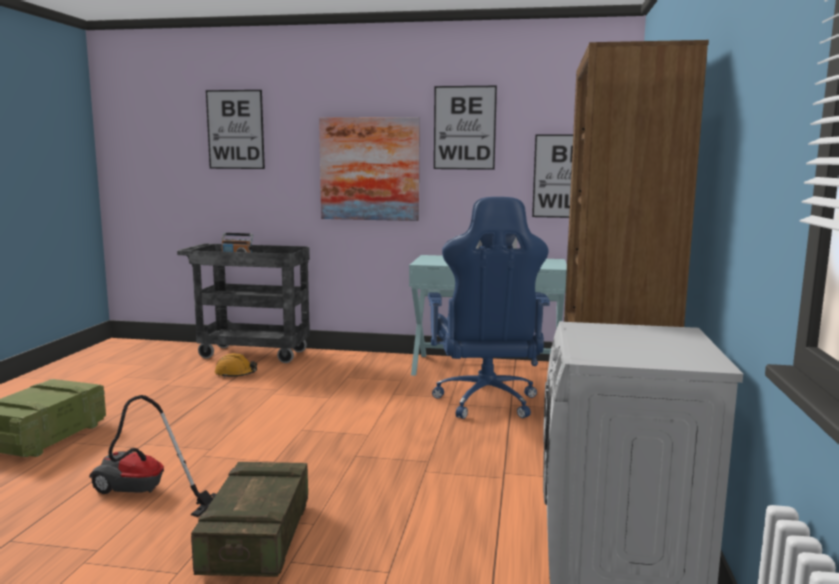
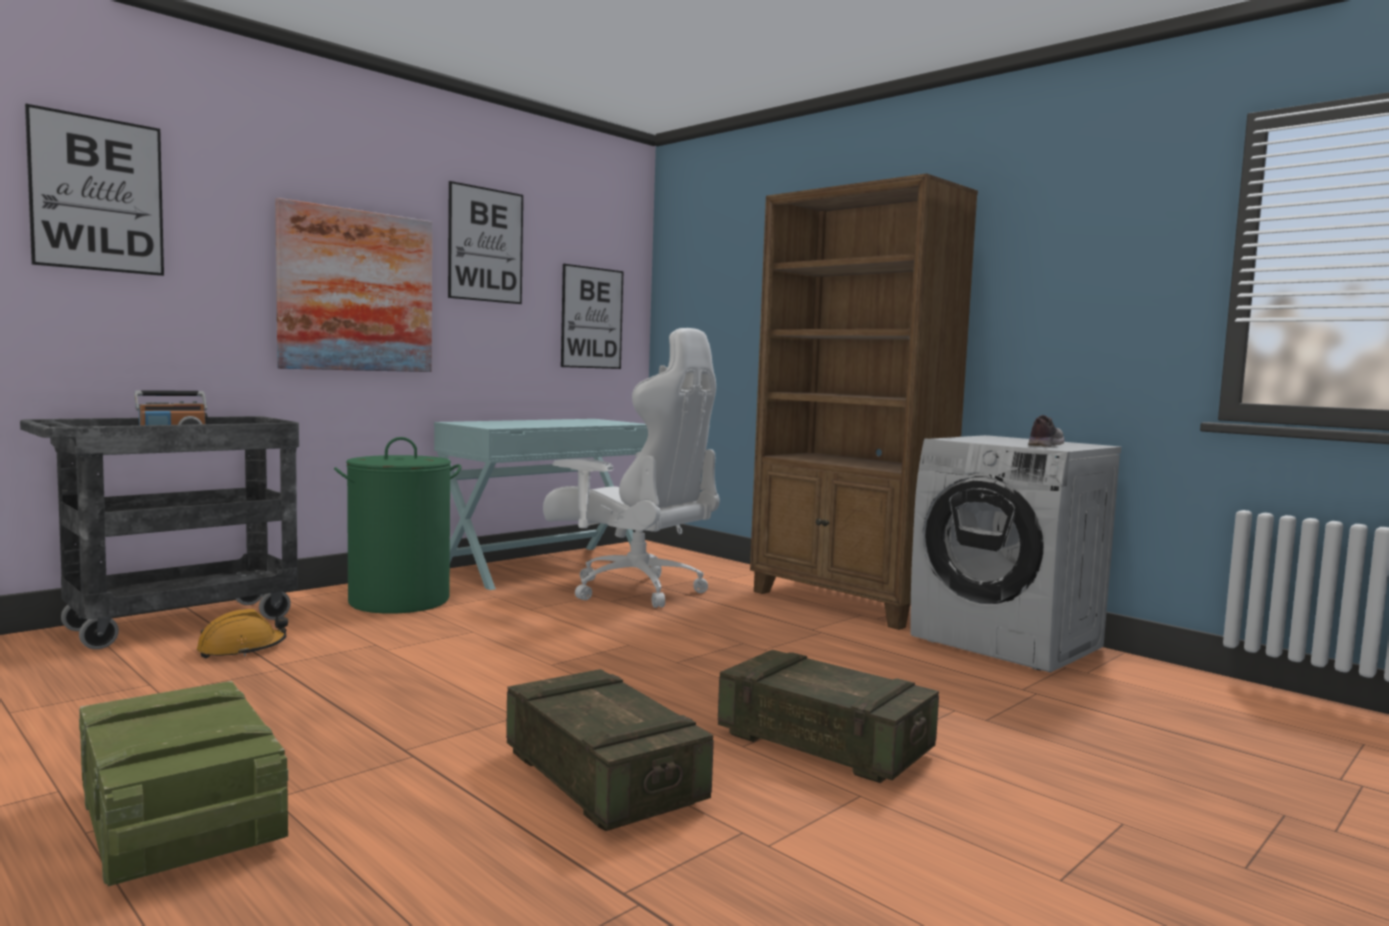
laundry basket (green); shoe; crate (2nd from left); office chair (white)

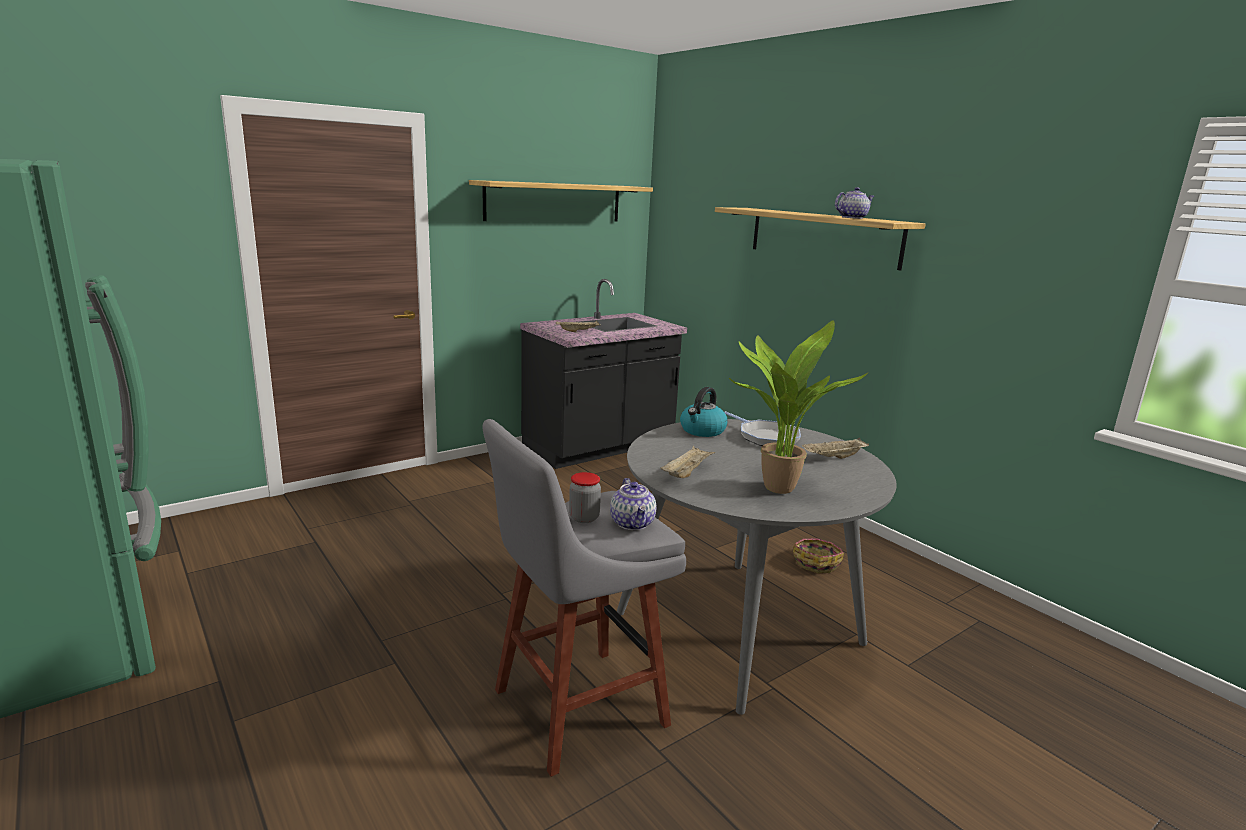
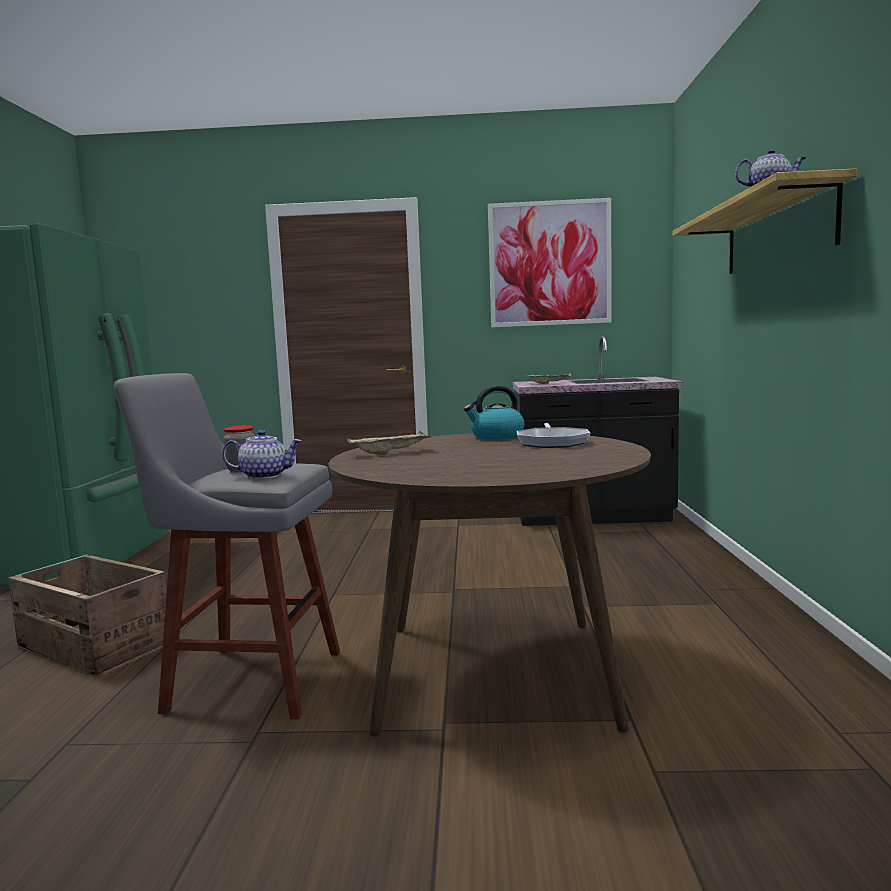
potted plant; basket; tray (beige) (3rd from left in the first image); crate; picture; dining table (brown); teapot (1st from left)

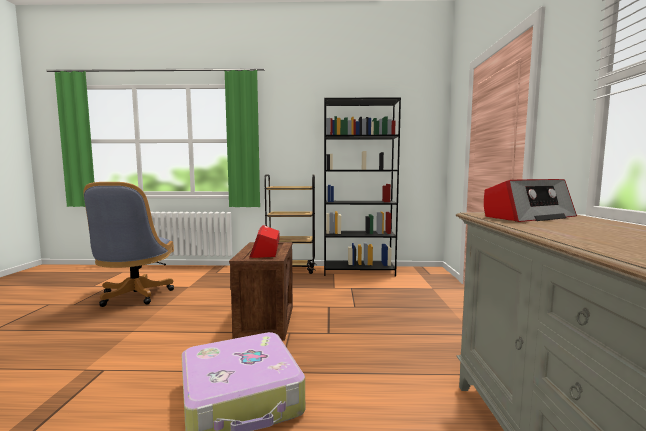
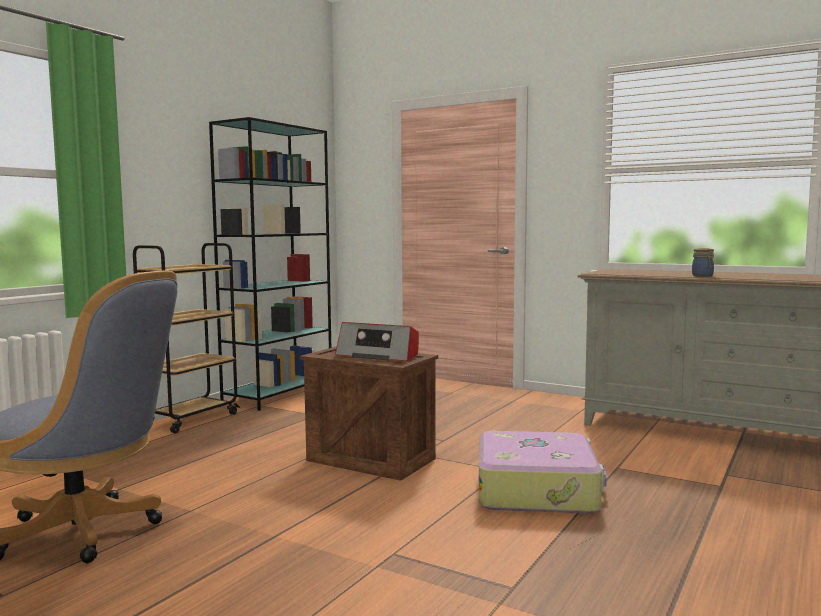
radio (2nd from left in the first image); jar; bookcase (turquoise)

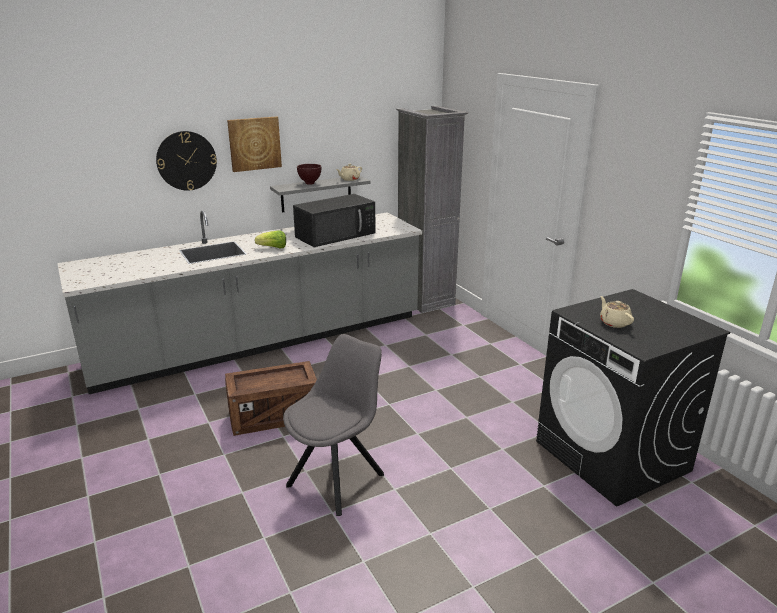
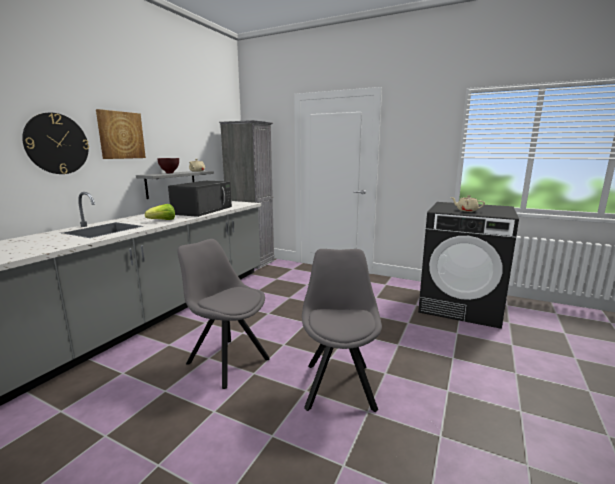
chair (grey) (1st from left)

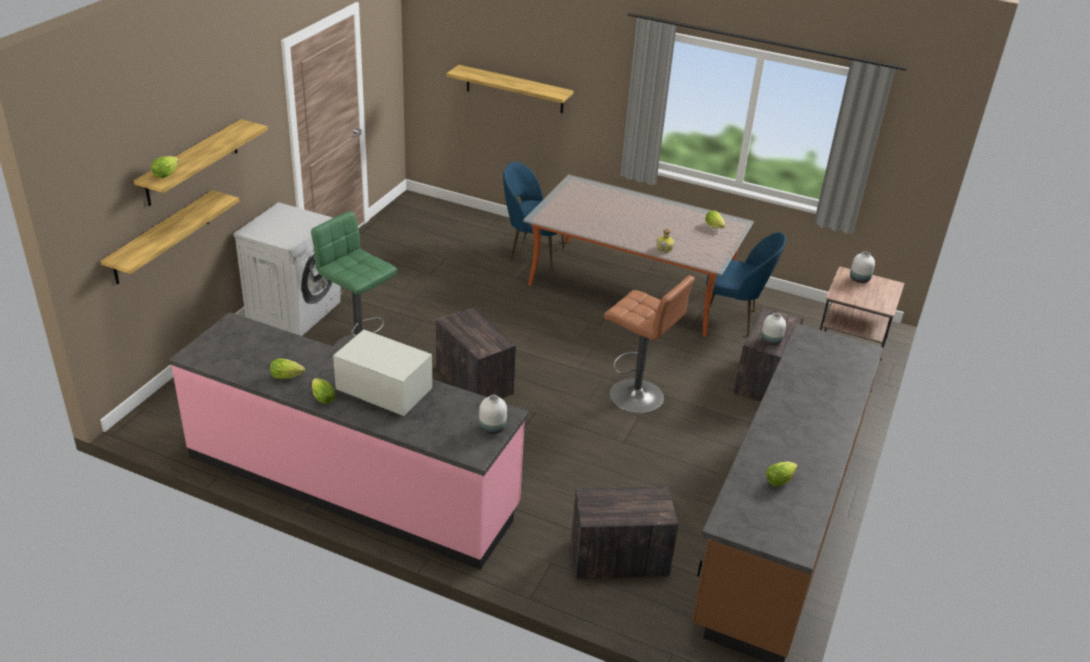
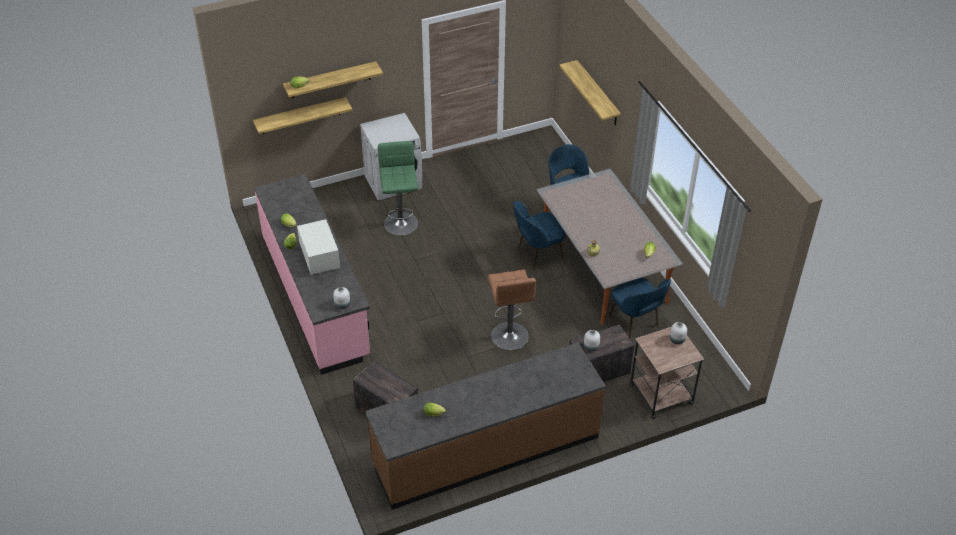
crate (1st from left in the first image); chair (blue) (1st from left)

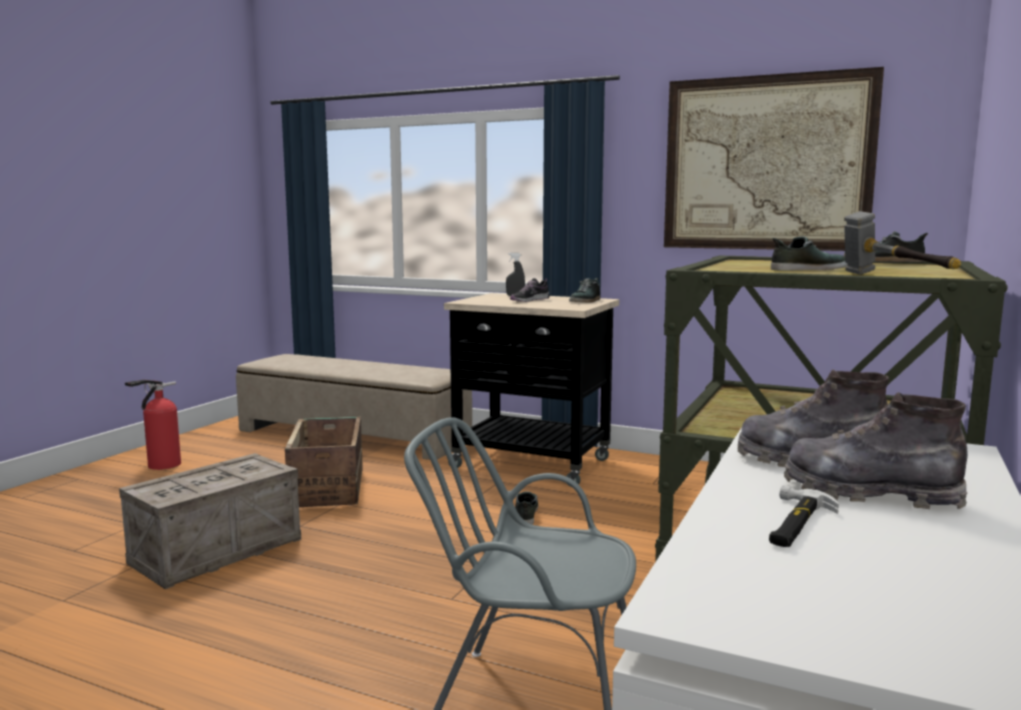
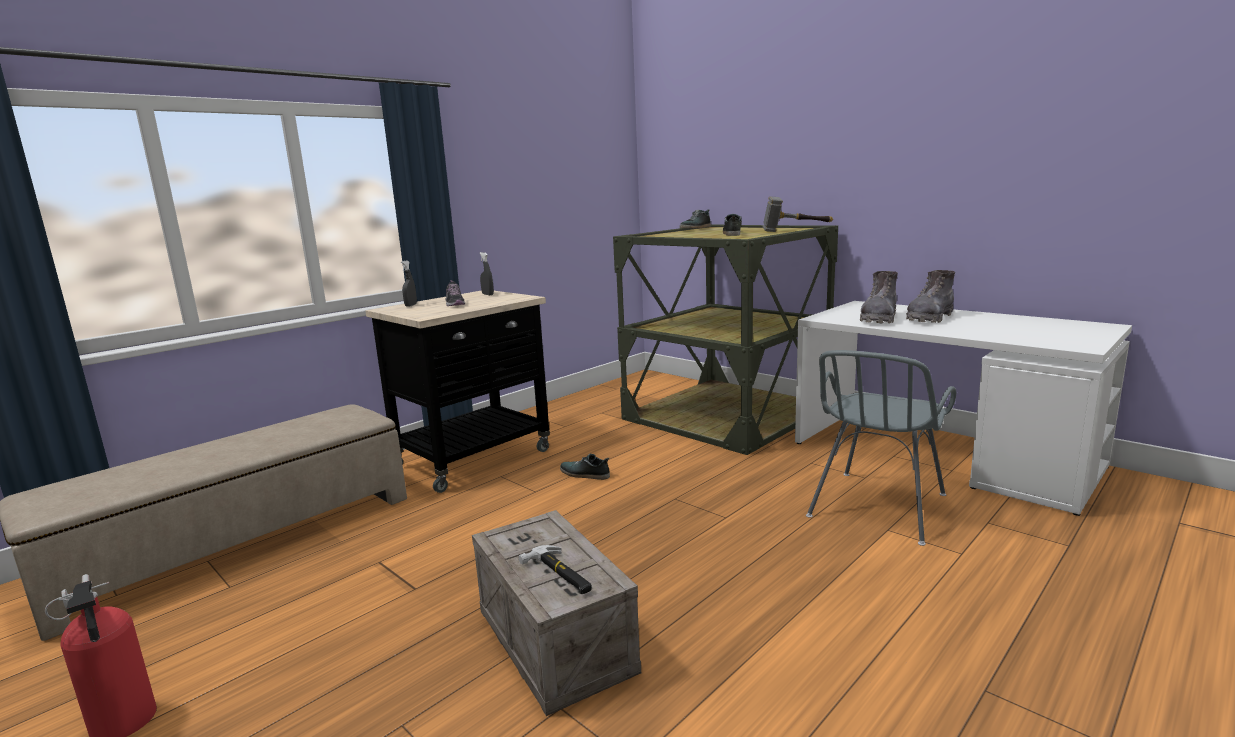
crate (2nd from left in the first image); picture; hammer (1st from left); spray bottle (grey) (2nd from left)

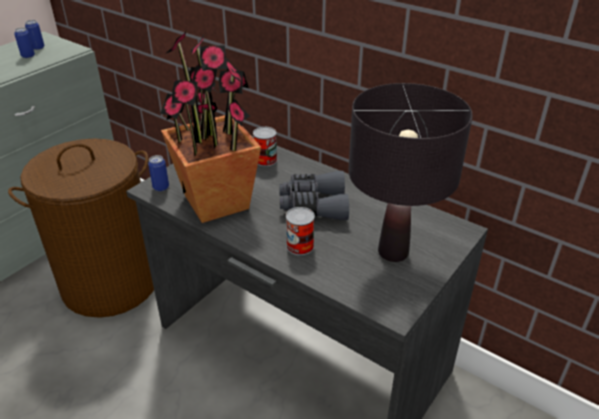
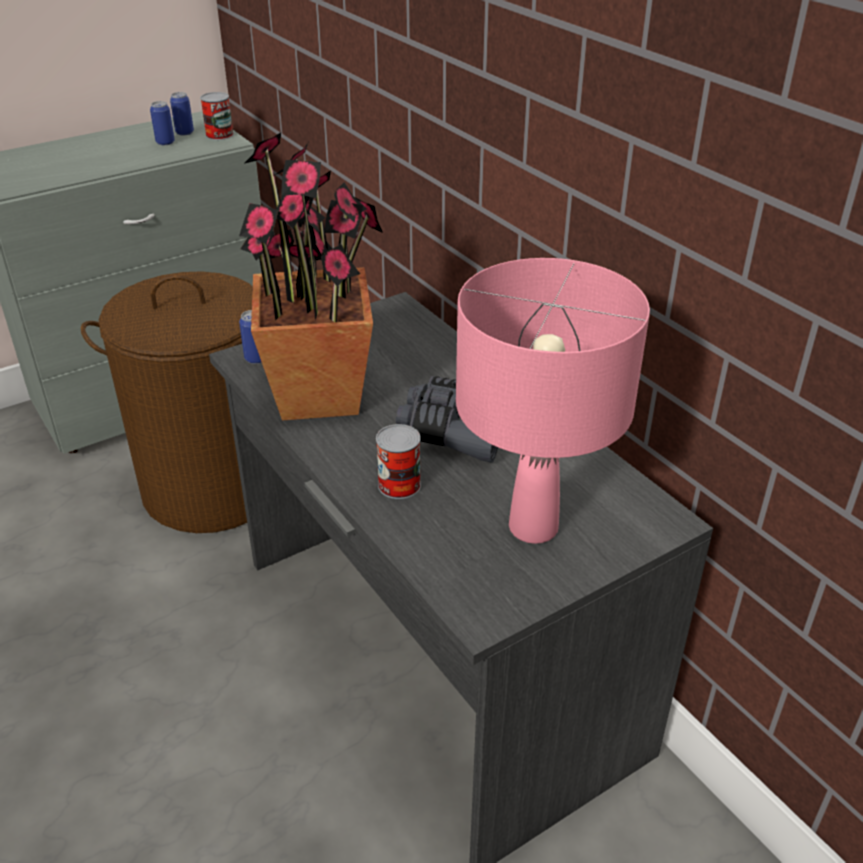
can (3rd from left); table lamp (pink)

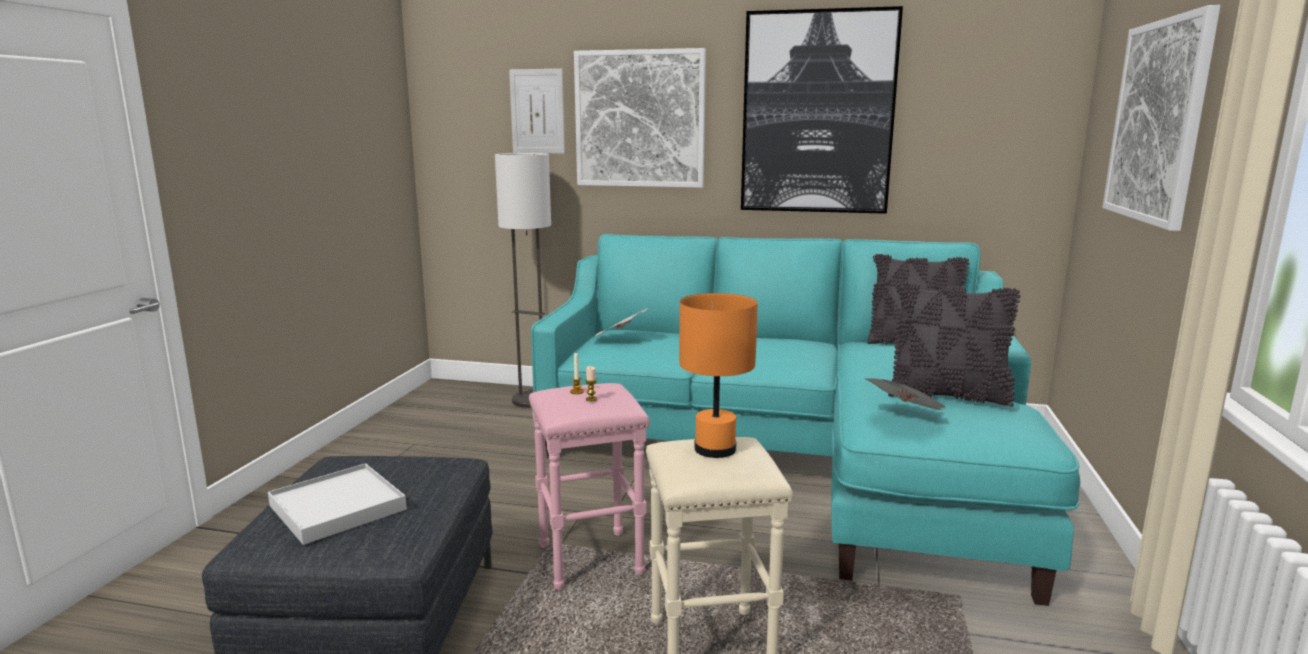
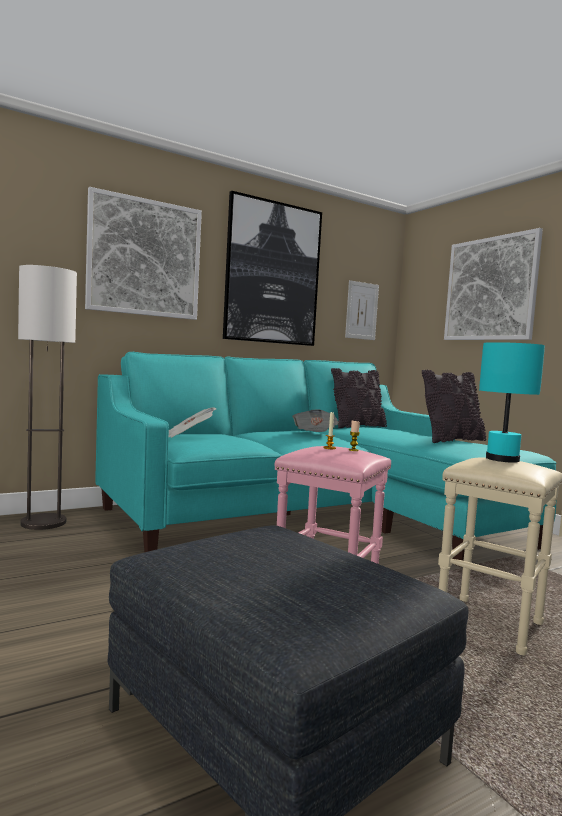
tray (white); picture (3rd from left); newspaper (2nd from left); table lamp (turquoise)

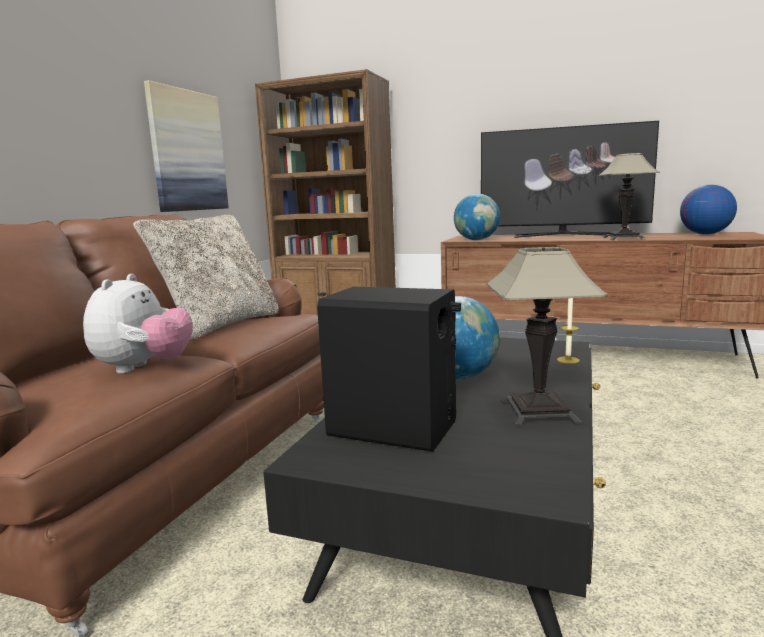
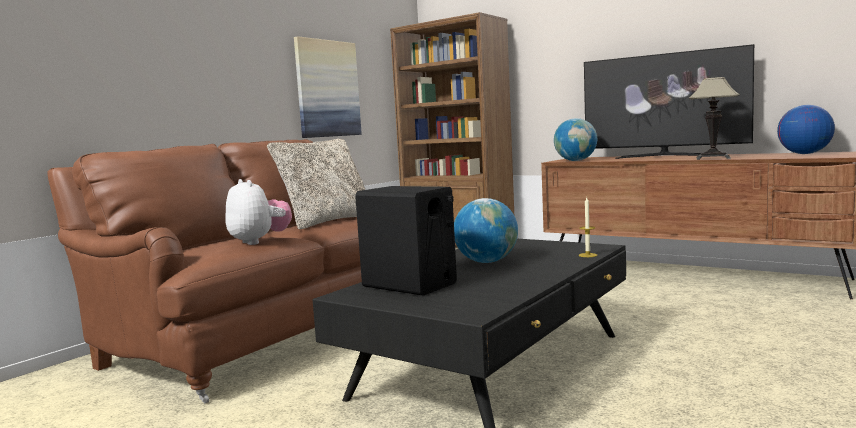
table lamp (1st from left in the first image); plush toy

